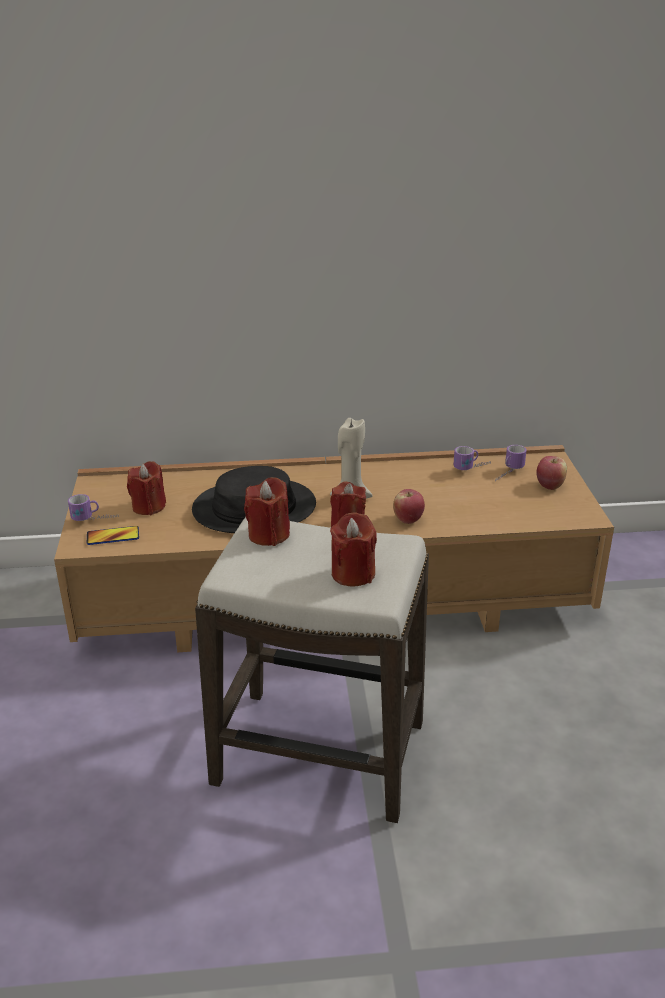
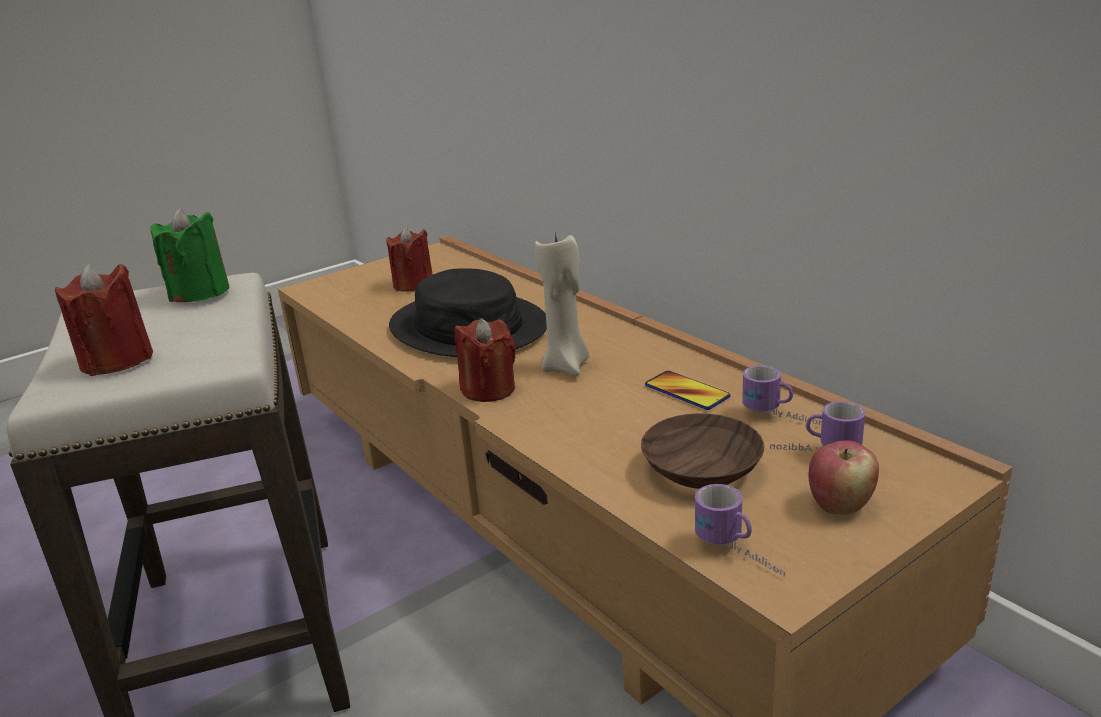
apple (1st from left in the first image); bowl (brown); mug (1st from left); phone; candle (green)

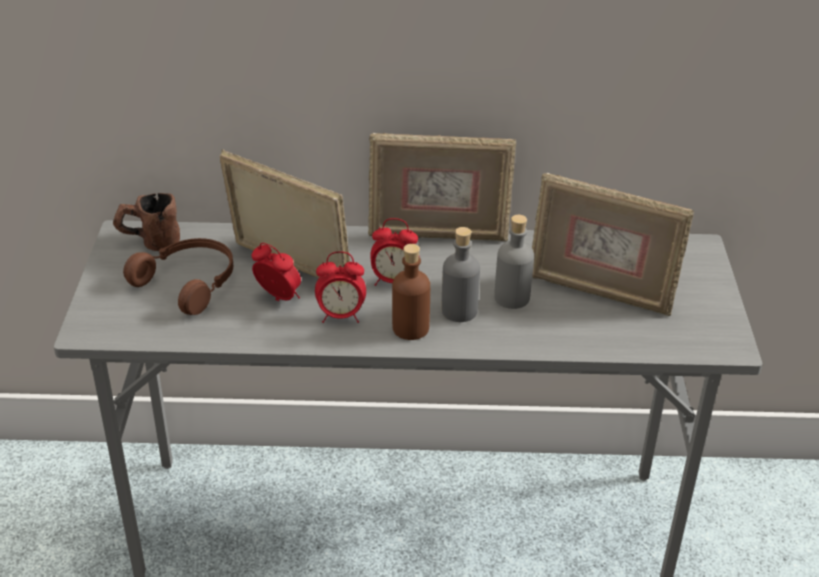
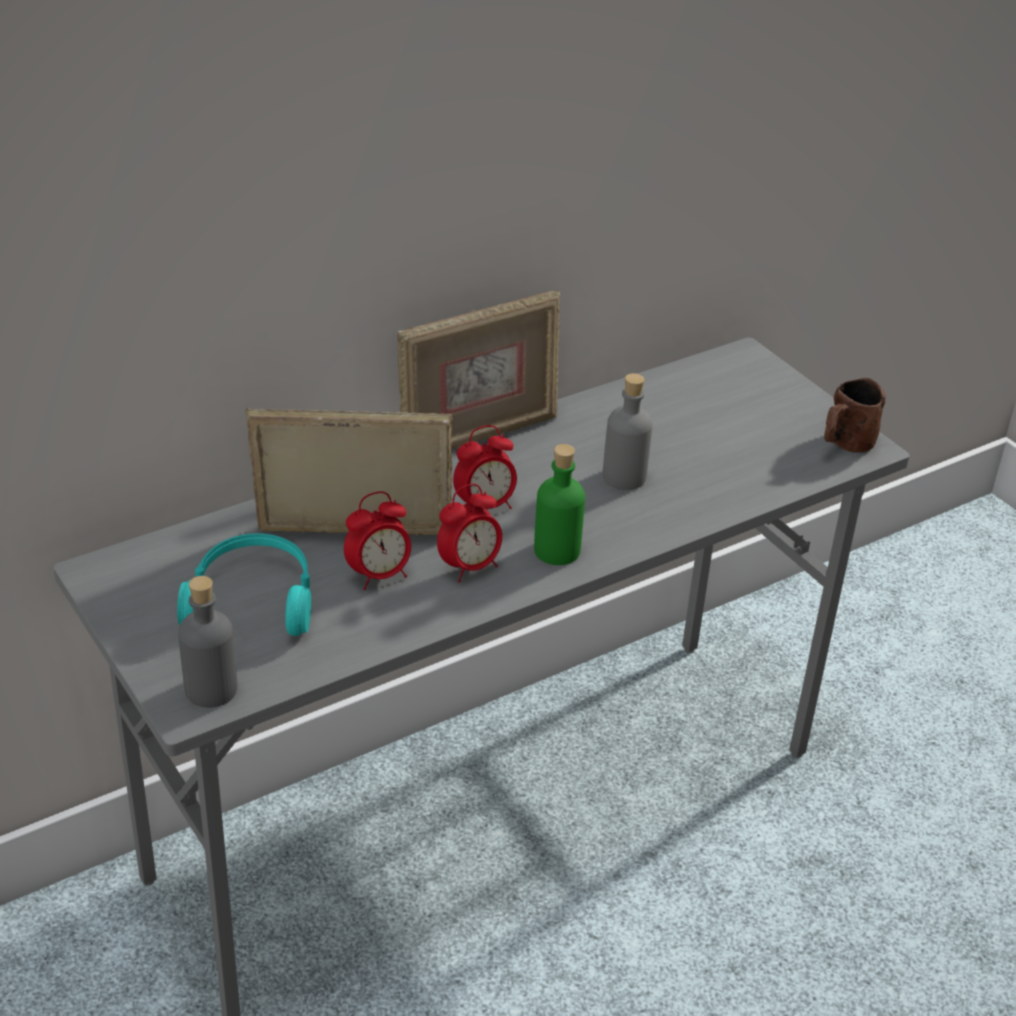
picture frame (3rd from left in the first image); mug (brown); bottle (grey) (1st from left); headphones (turquoise); bottle (green); alarm clock (1st from left)

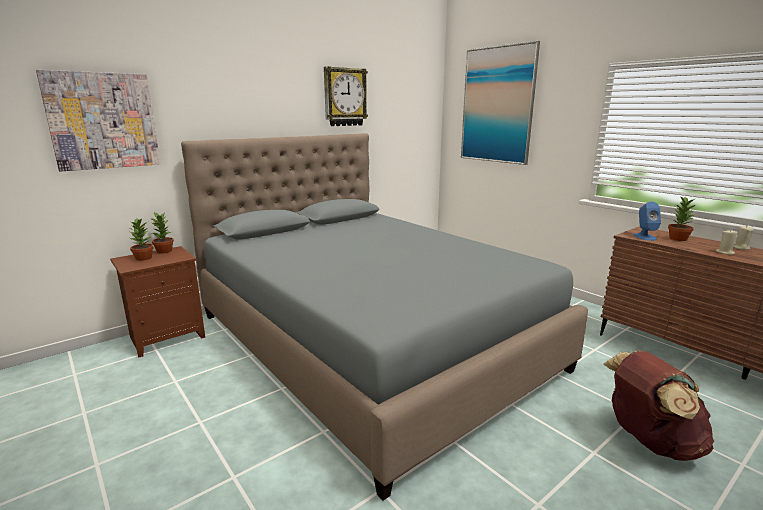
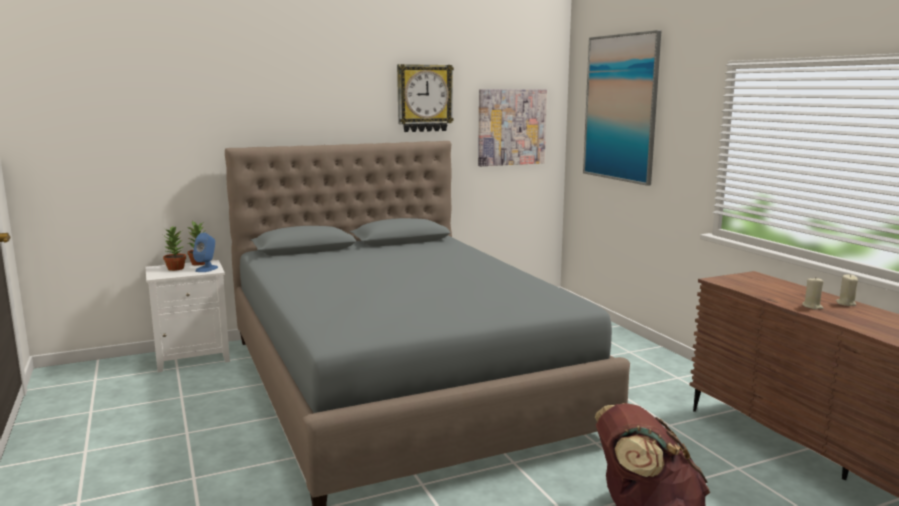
potted plant (3rd from left in the first image); picture (1st from left); speaker (blue); nightstand (white)

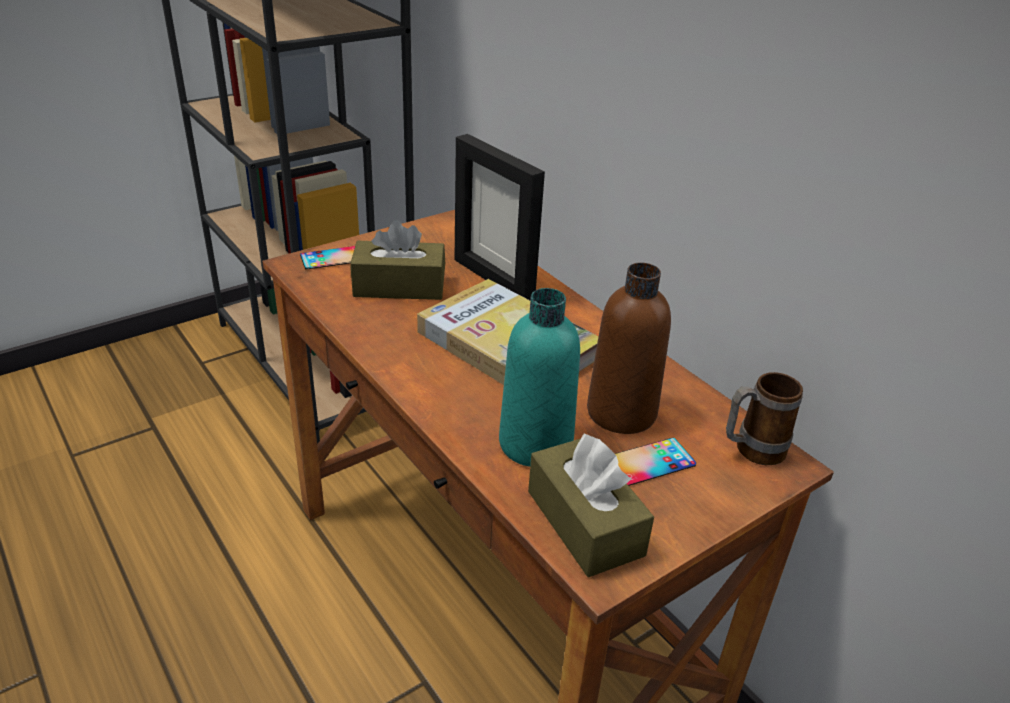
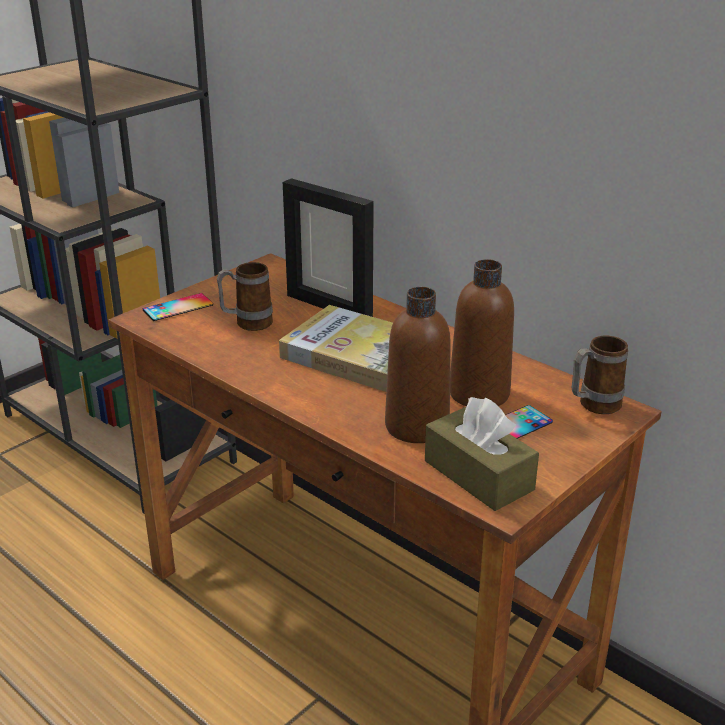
mug (1st from left); bottle (brown) (1st from left)

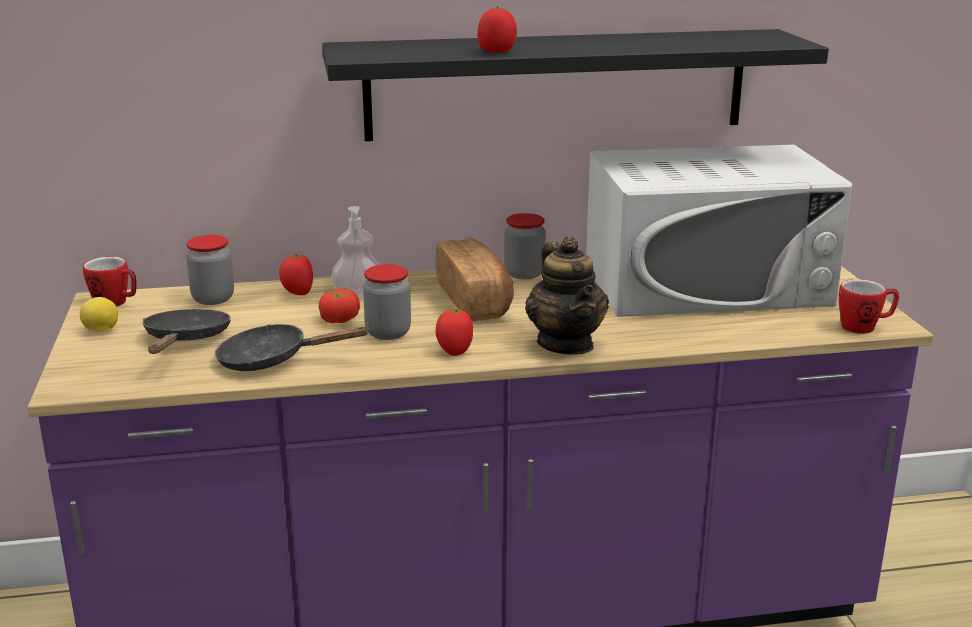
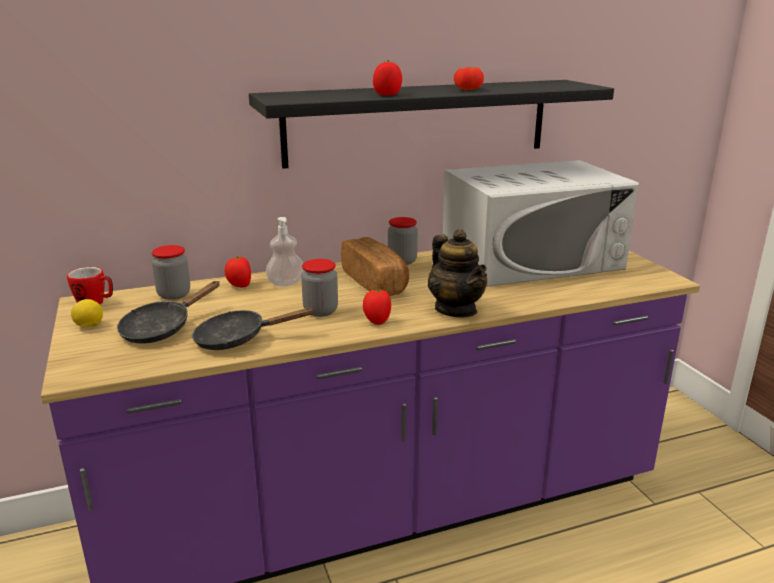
mug (2nd from left in the first image); tomato (4th from left); frying pan (black) (1st from left)

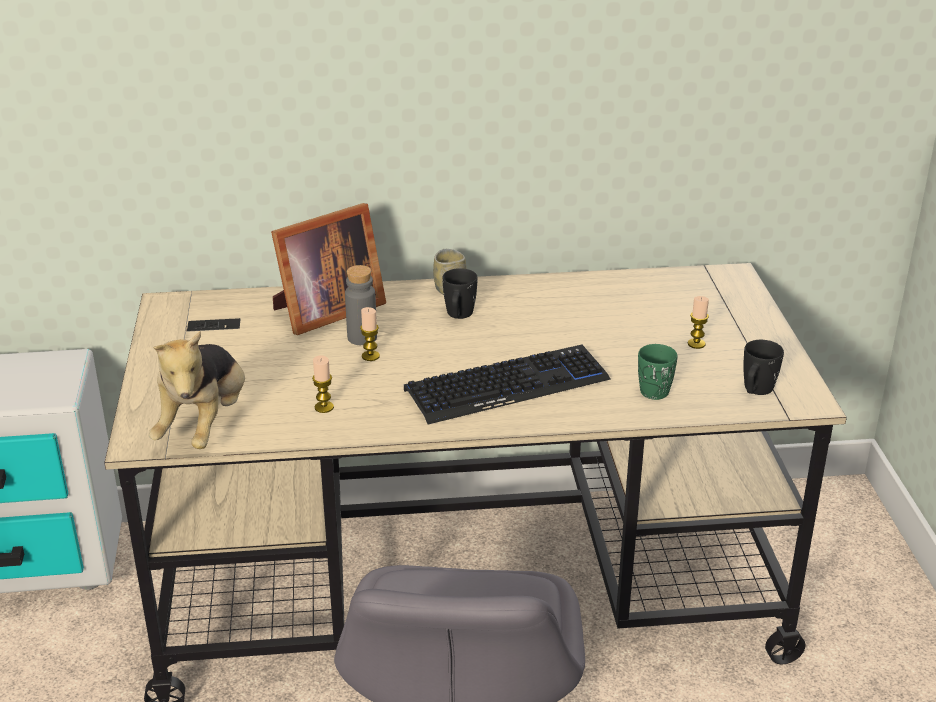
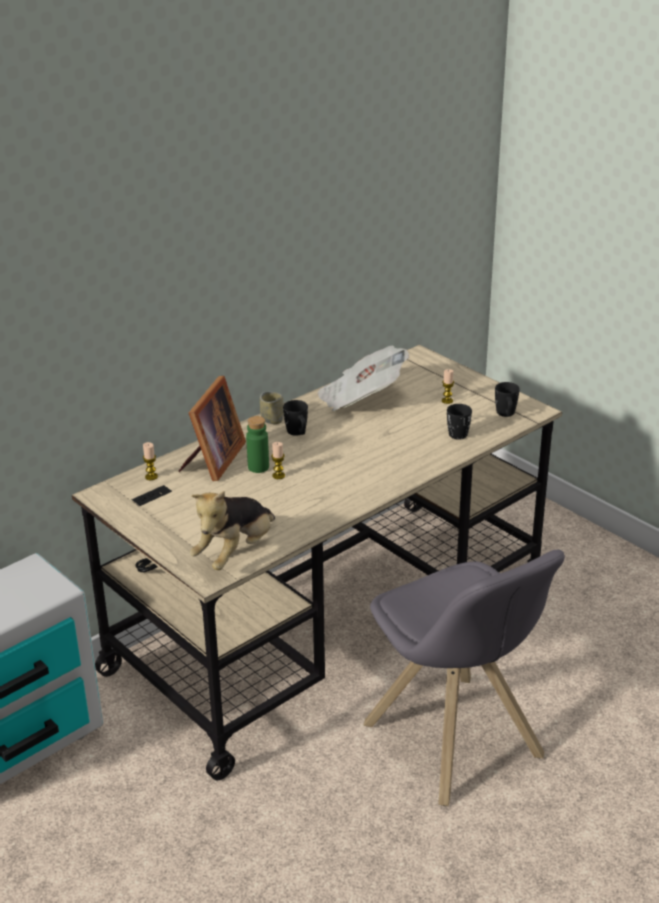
keyboard; newspaper; candle (1st from left); bottle (green); mug (black) (2nd from left); plush toy

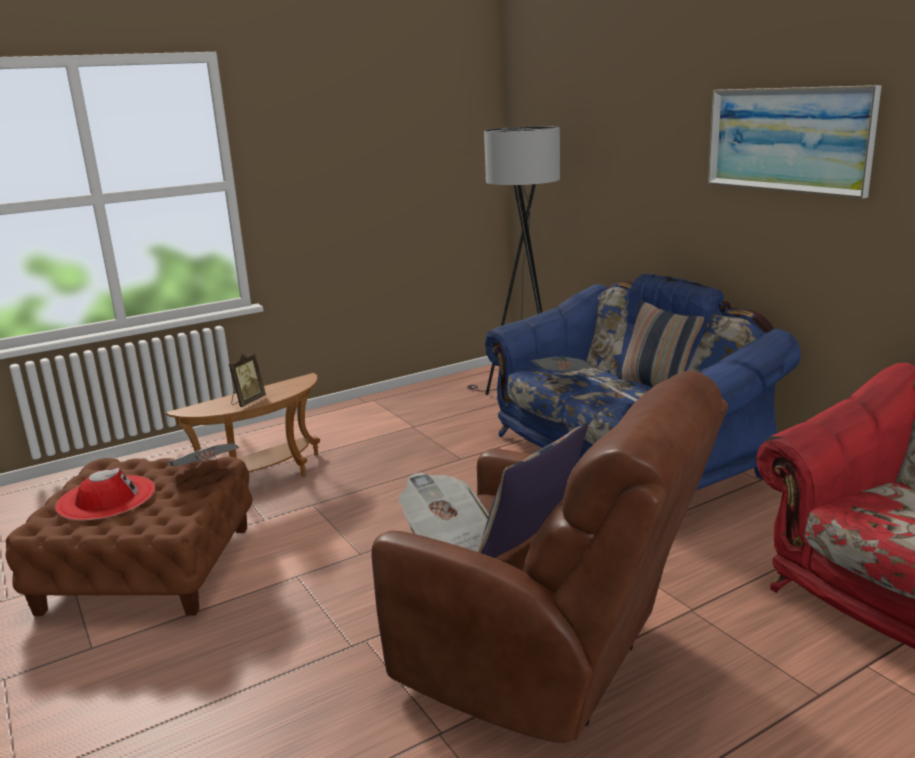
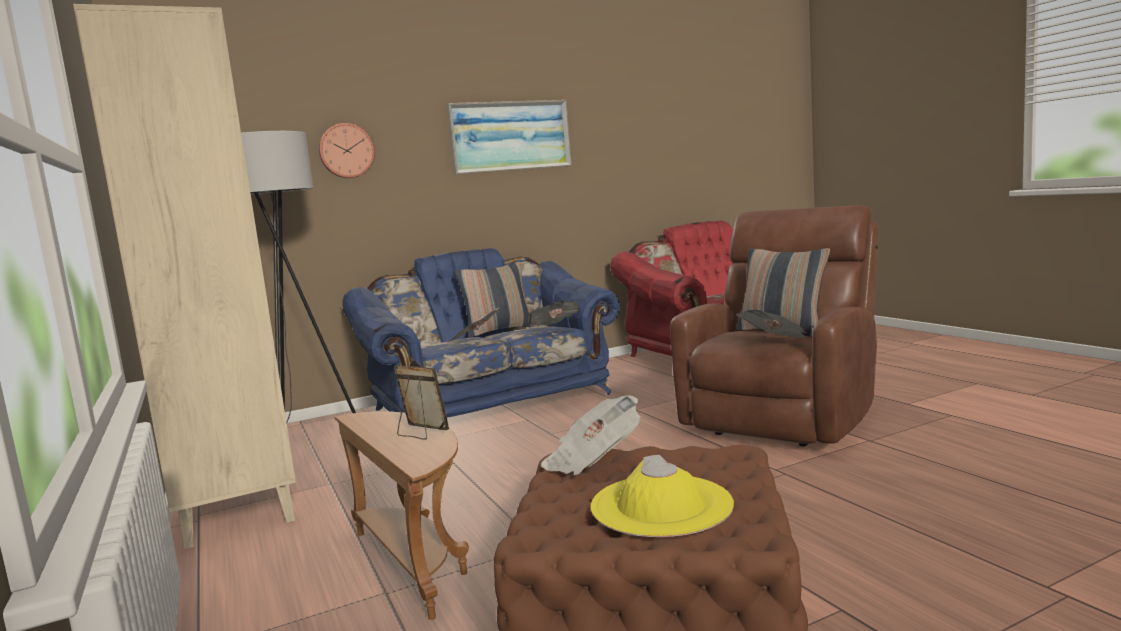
bookcase (beige); wall clock; hat (yellow)

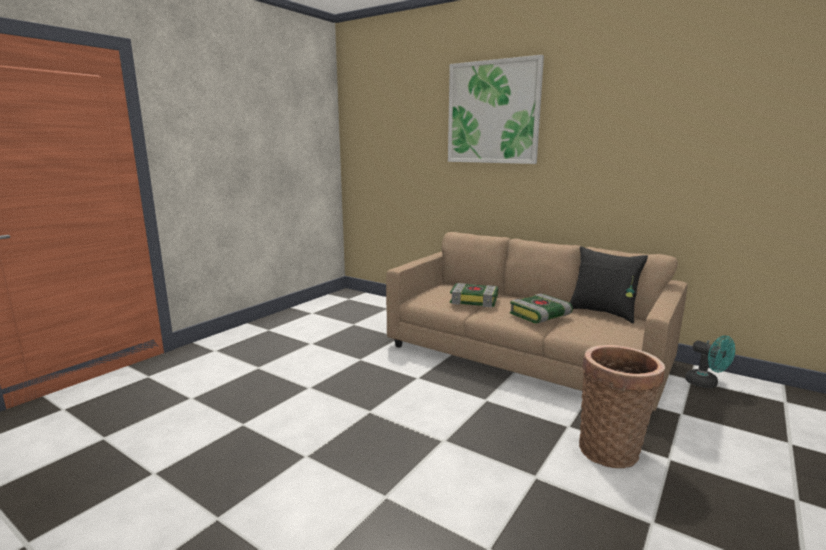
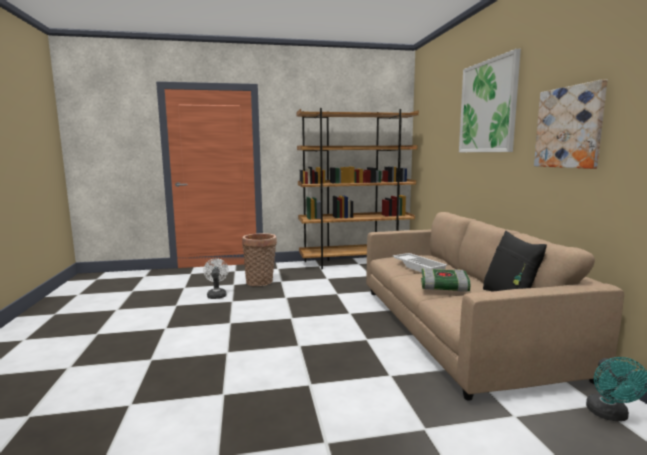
fan (white); bookcase (brown); picture (2nd from left); basket; tray (white)

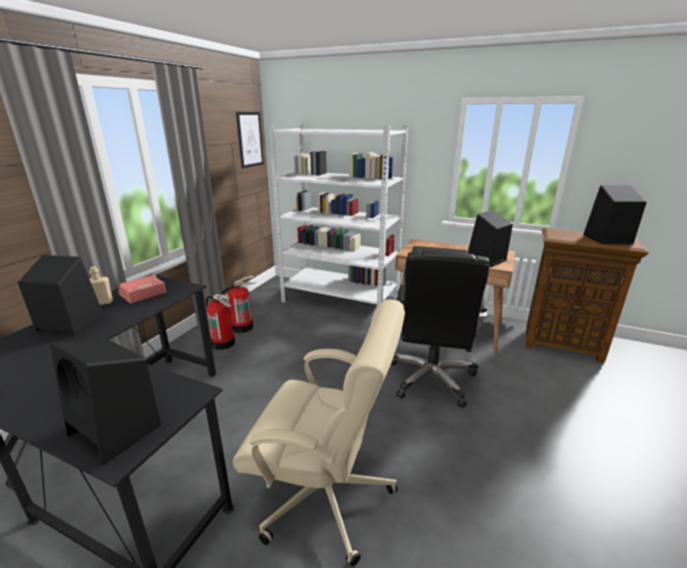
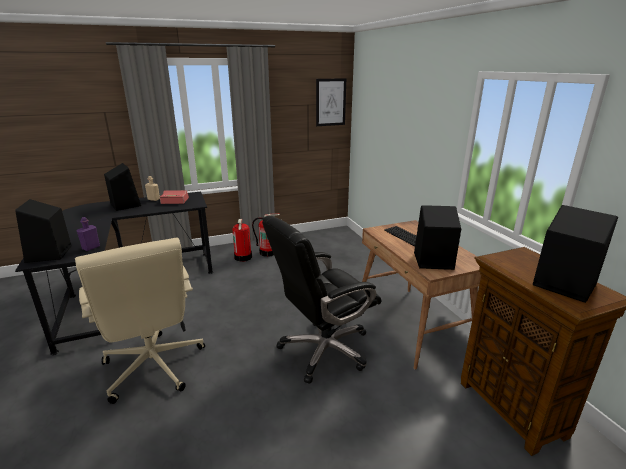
bookcase (white); bottle (purple)

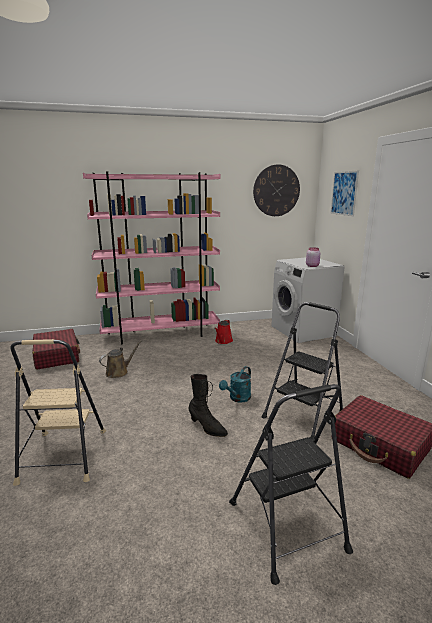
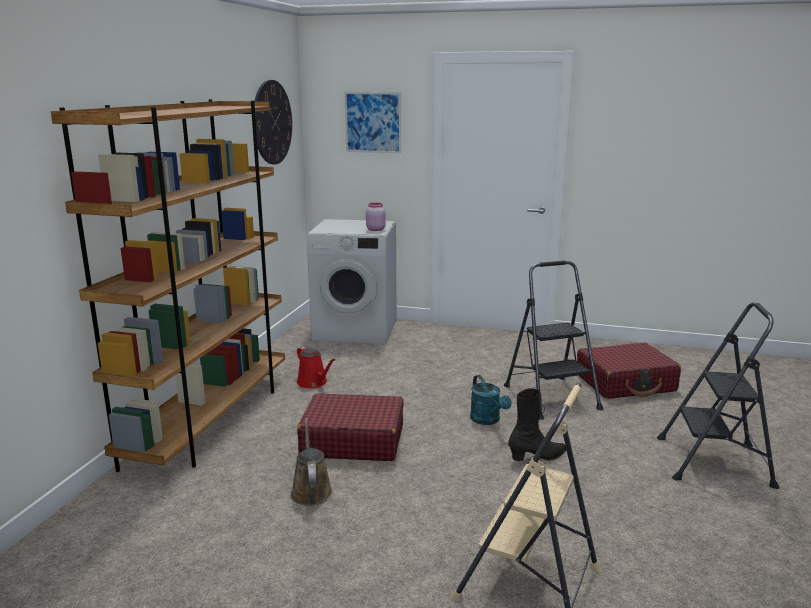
suitcase (red) (1st from left); bookcase (brown)

